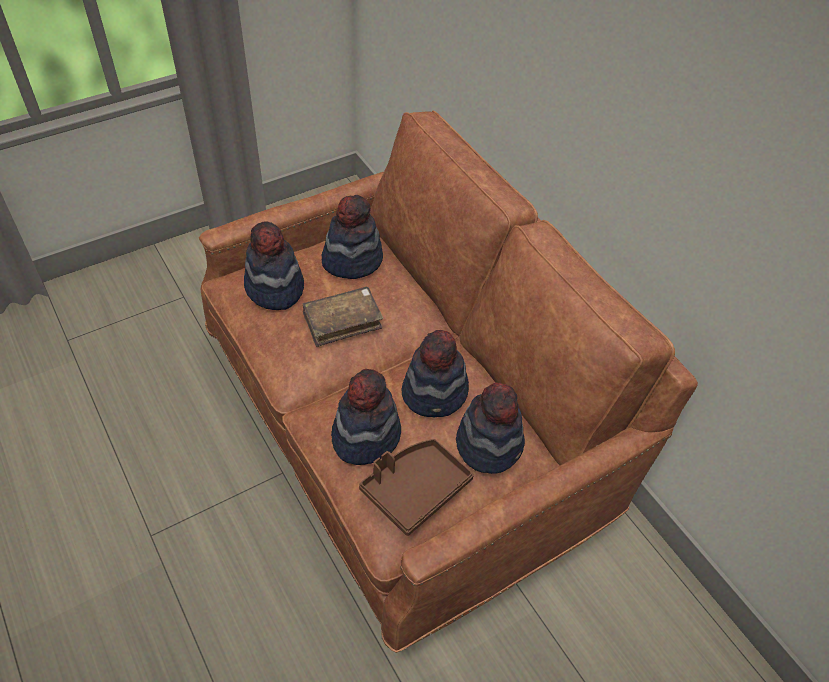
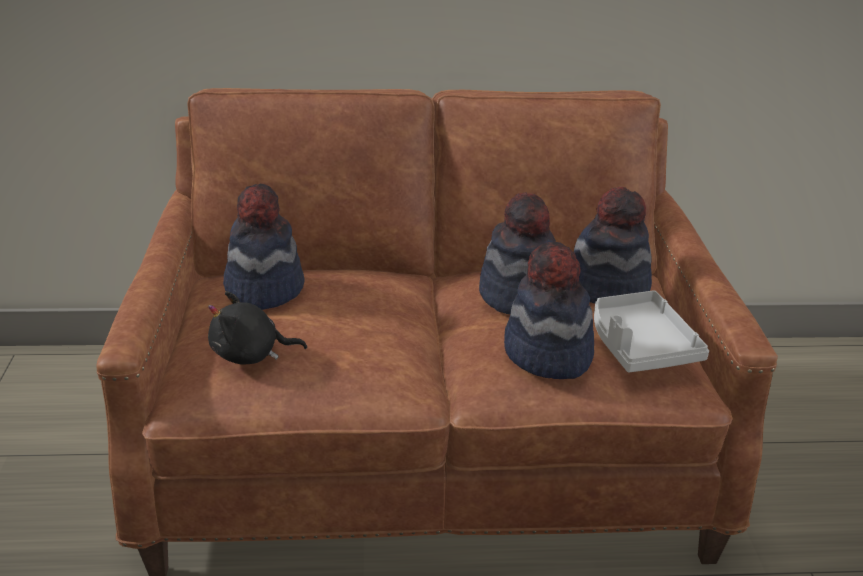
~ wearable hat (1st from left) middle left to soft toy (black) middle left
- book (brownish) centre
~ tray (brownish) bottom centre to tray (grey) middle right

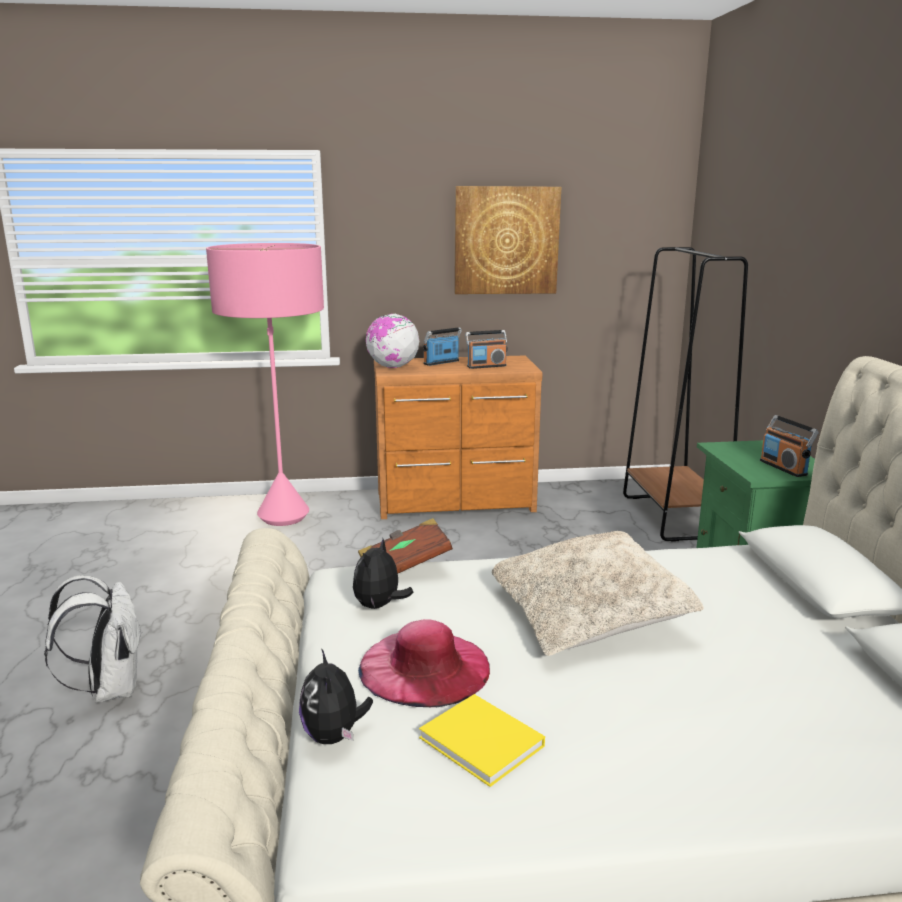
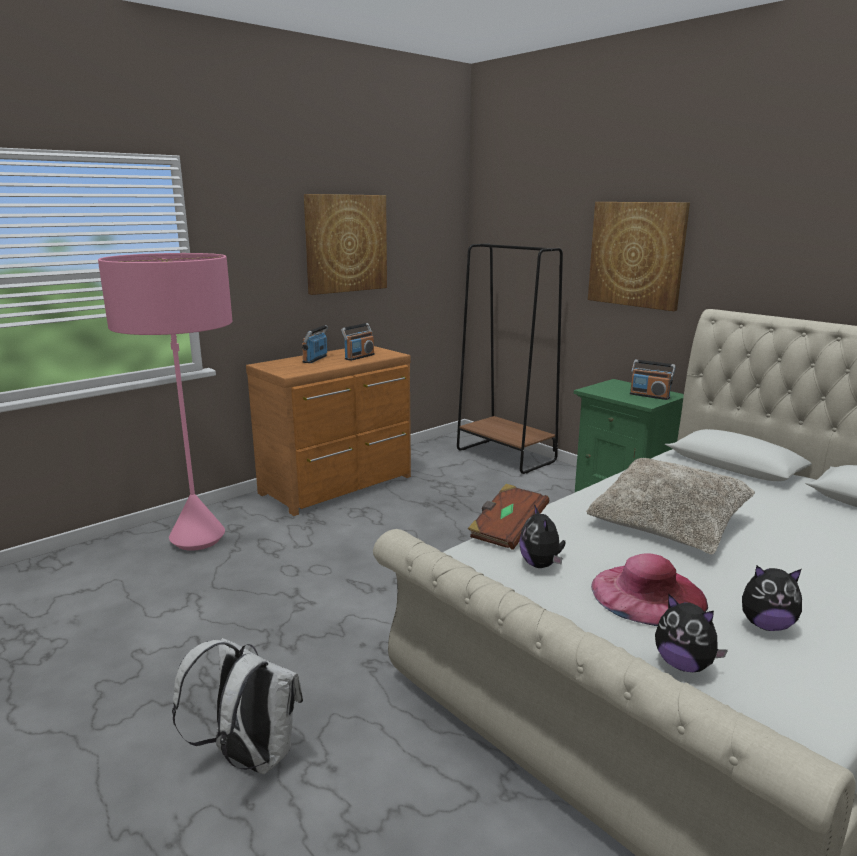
- desk globe centre
~ book (yellowish) bottom centre to soft toy (3rd from left) bottom right
+ wall picture (2nd from left) top right

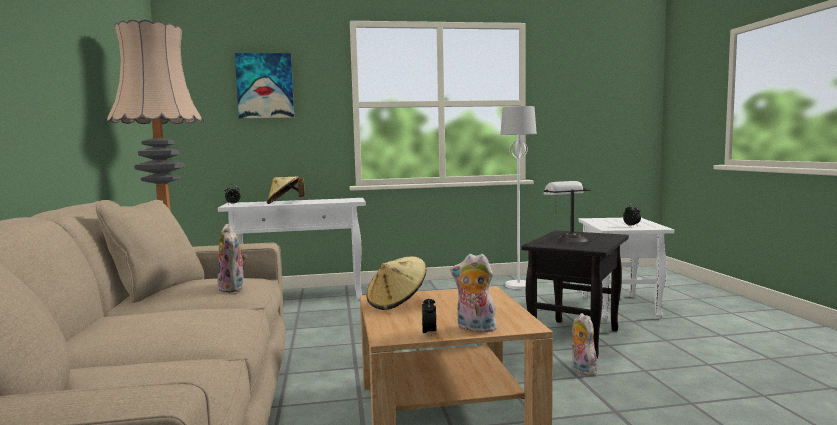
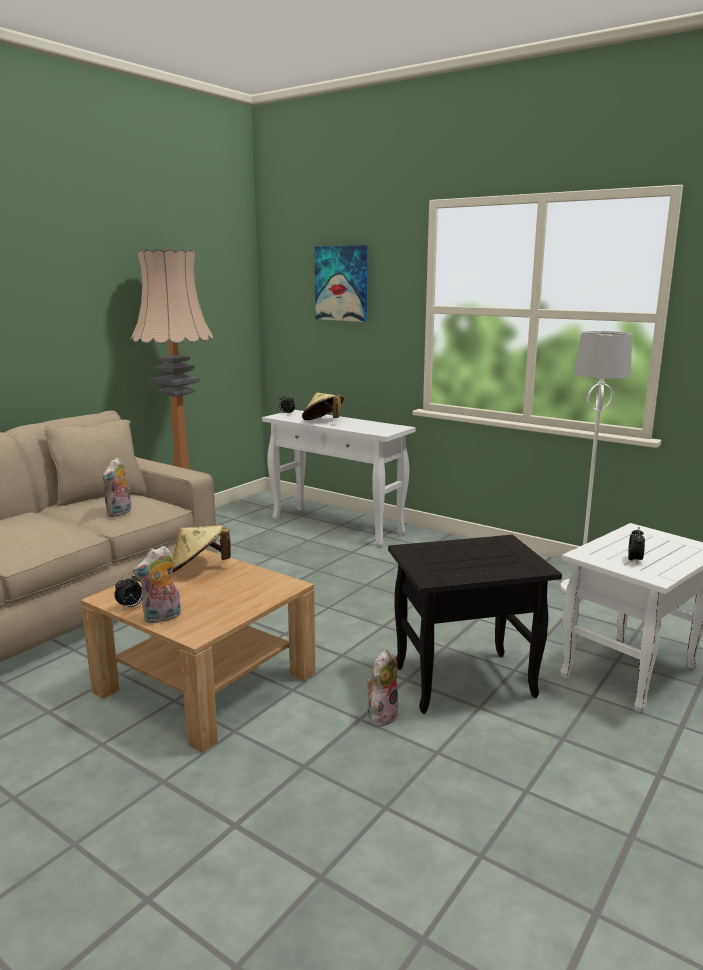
~ soft toy (2nd from left) bottom centre = middle left 105 degrees counterclockwise
- tabletop lamp middle right

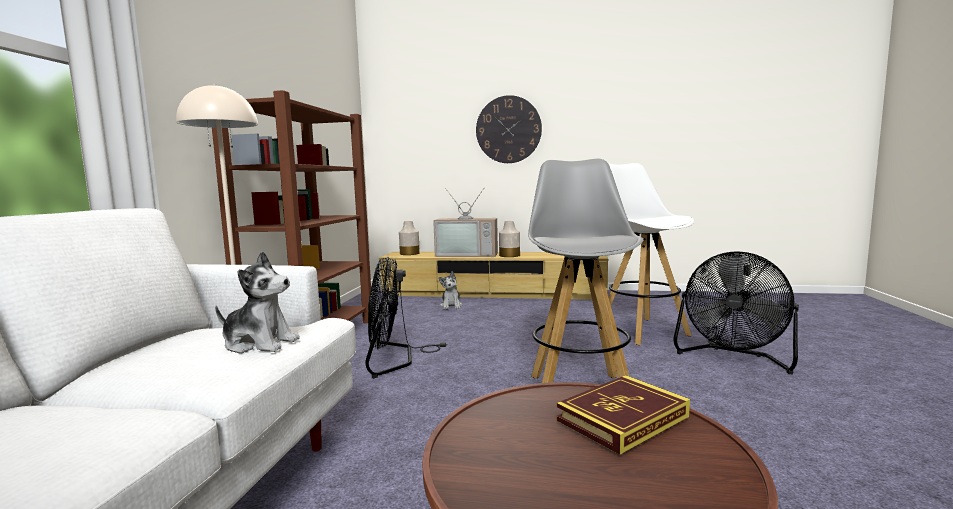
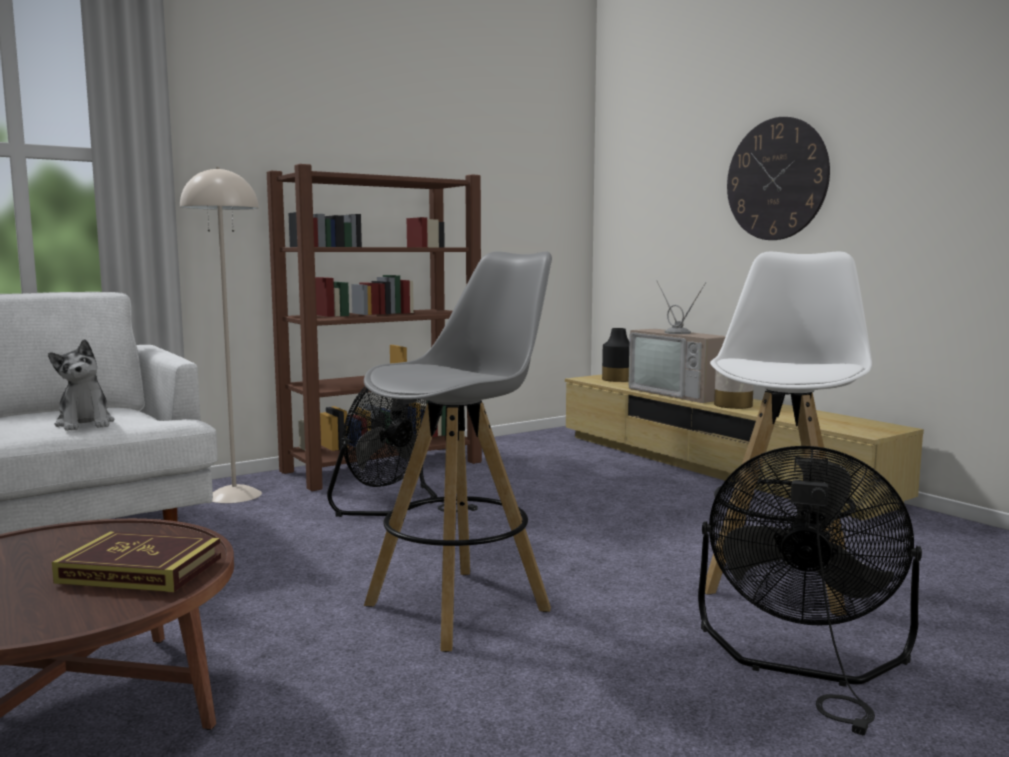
~ vase (beige-coloured) (1st from left) centre to vase (black) centre
- soft toy (2nd from left) centre
~ fan (black) (2nd from left) middle right = bottom right 120 degrees clockwise

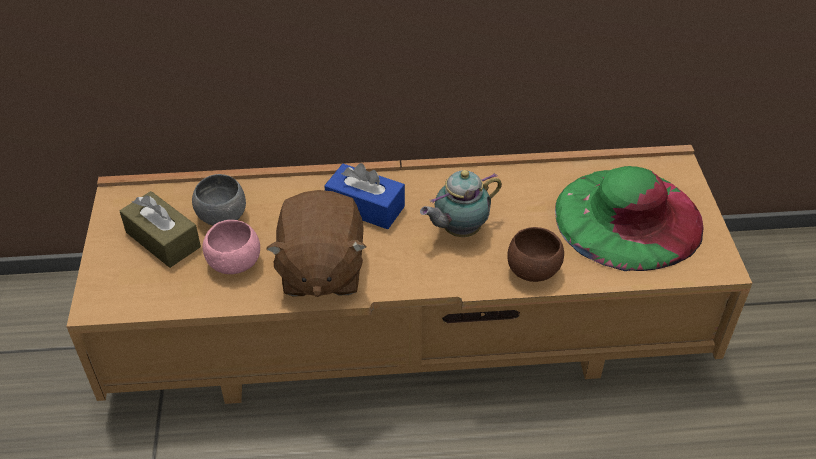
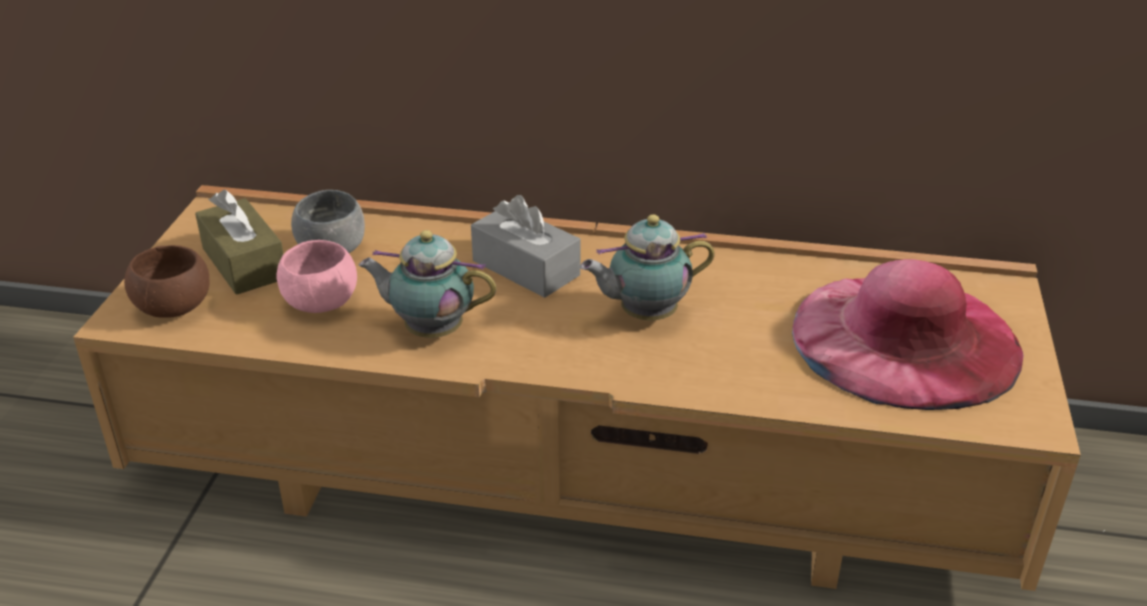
~ soft toy (brownish) centre to tea pot (1st from left) centre
~ tissue holder (bluish) centre to tissue holder (grey) centre
~ serving bowl (brownish) centre to middle left
~ wearable hat (green) middle right to wearable hat (pinkish) middle right

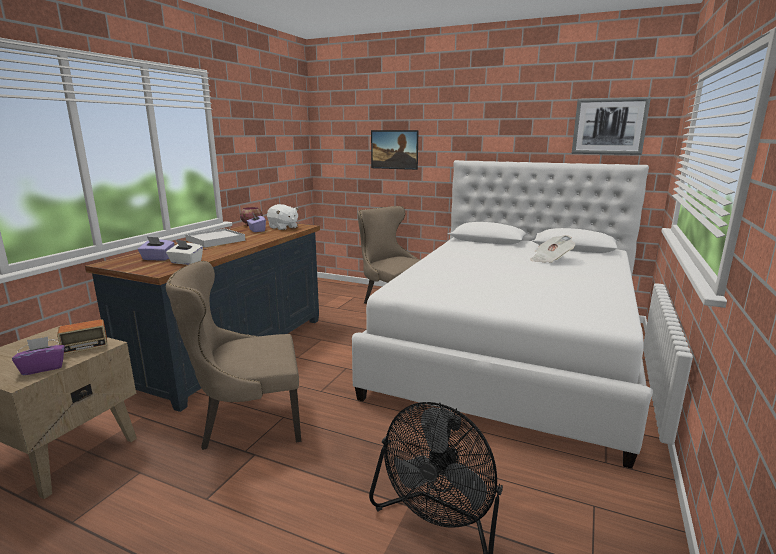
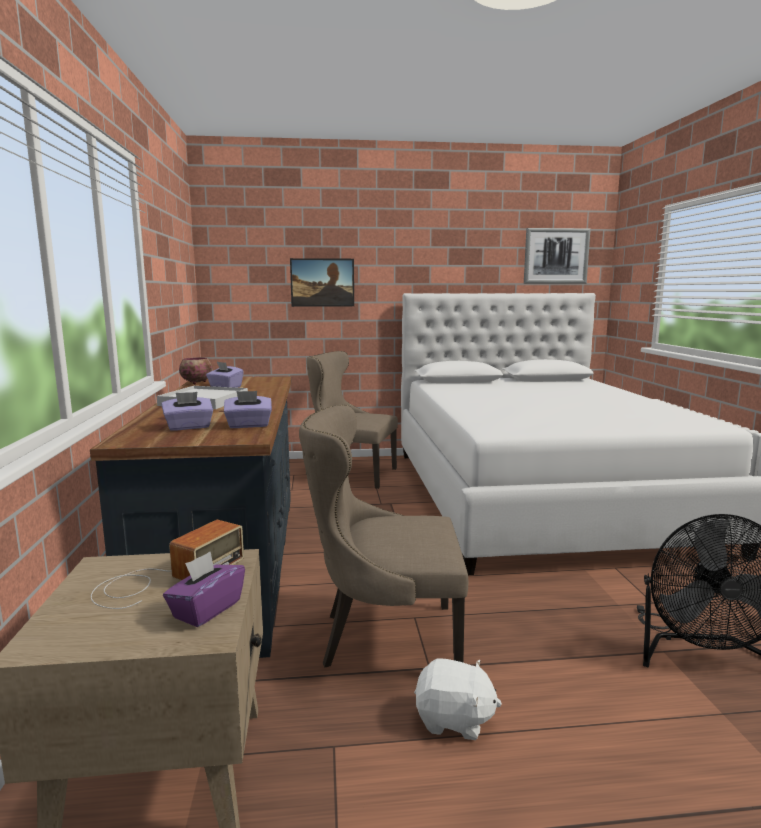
~ tissue holder (whitish) middle left to tissue holder (purple) (4th from left) middle left
~ upright chair (beige-coloured) (1st from left in the first image) middle left = centre 45 degrees clockwise
~ soft toy (whitish) centre to bottom centre
- daily paper middle right

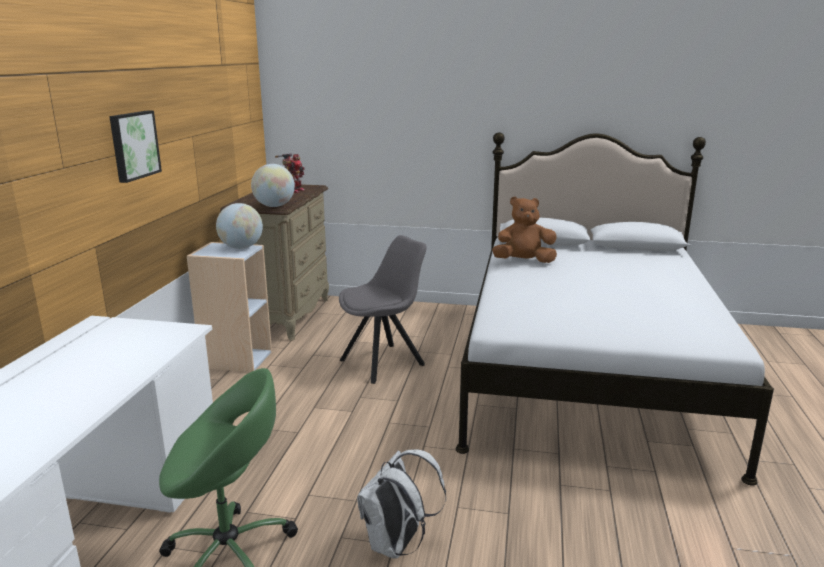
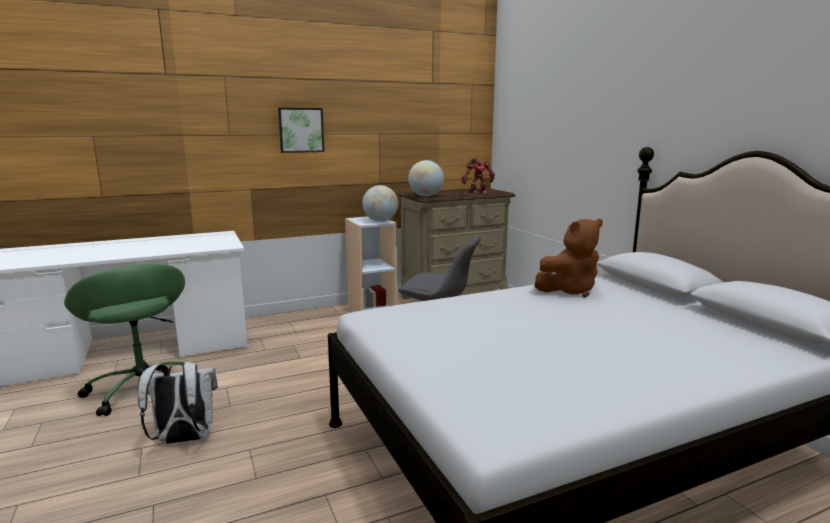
~ soft toy (brownish) centre = middle right 105 degrees clockwise

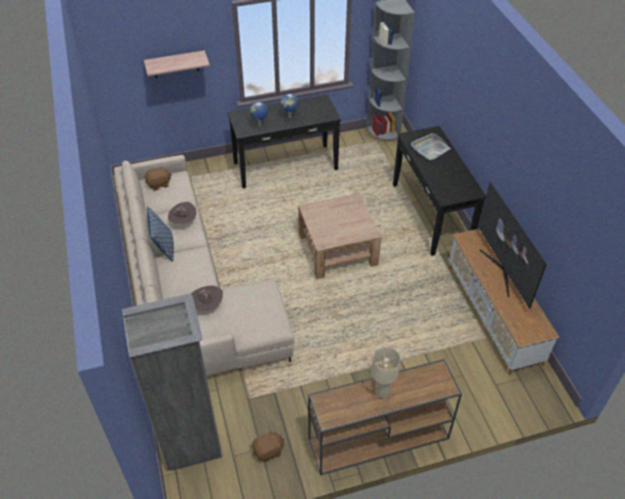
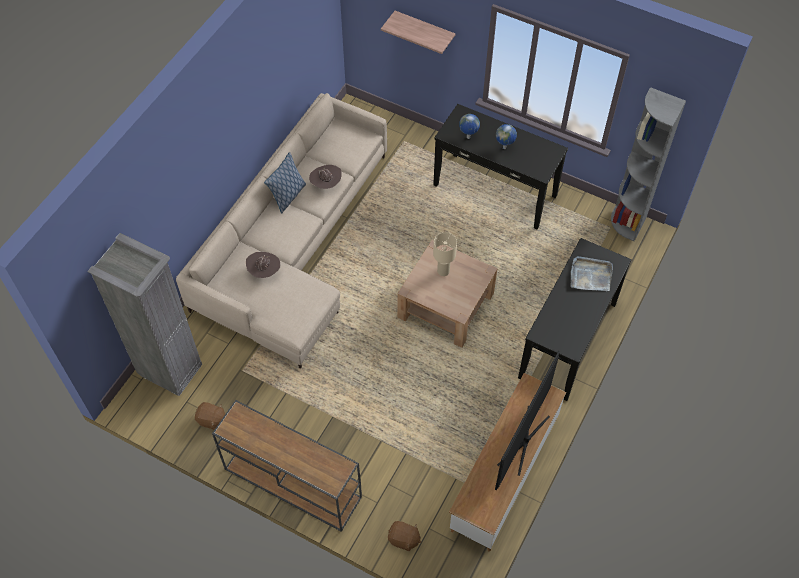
~ soft toy (brownish) (1st from left in the first image) middle left to soft toy (brownish) (2nd from left) bottom centre
~ tabletop lamp (beige-coloured) bottom centre to centre

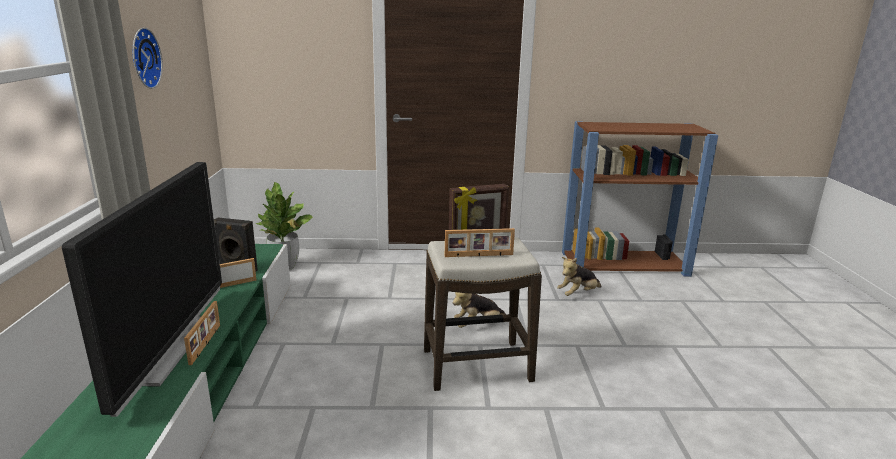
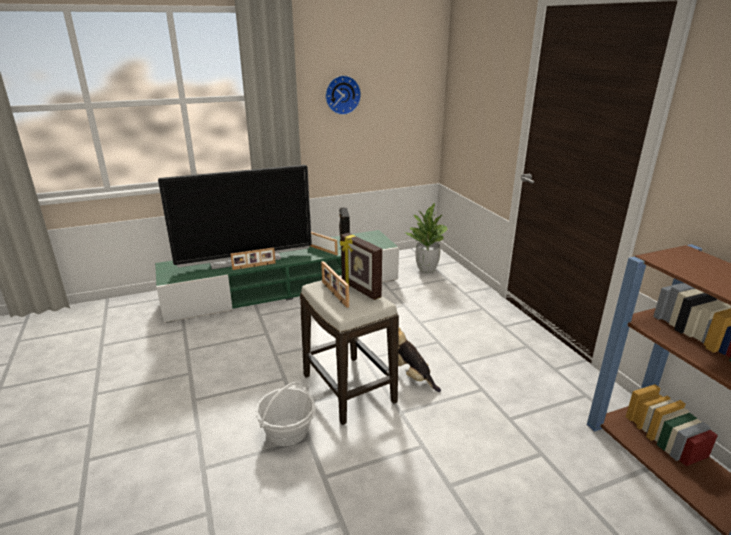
- soft toy (2nd from left) centre
+ basket bottom centre

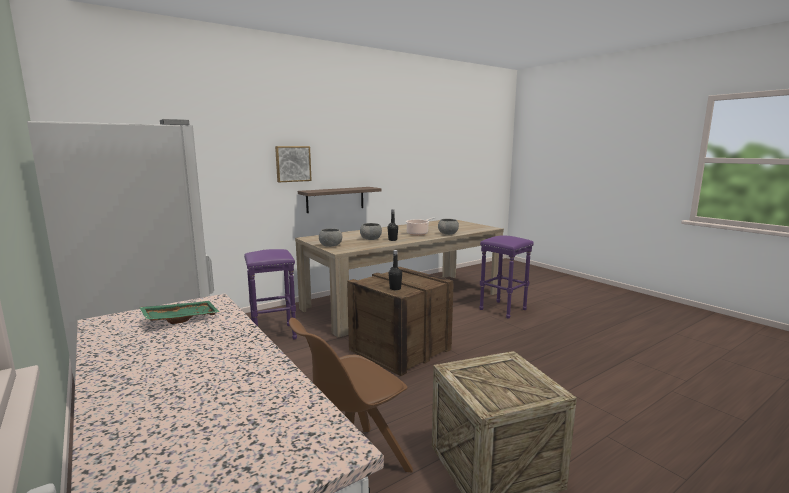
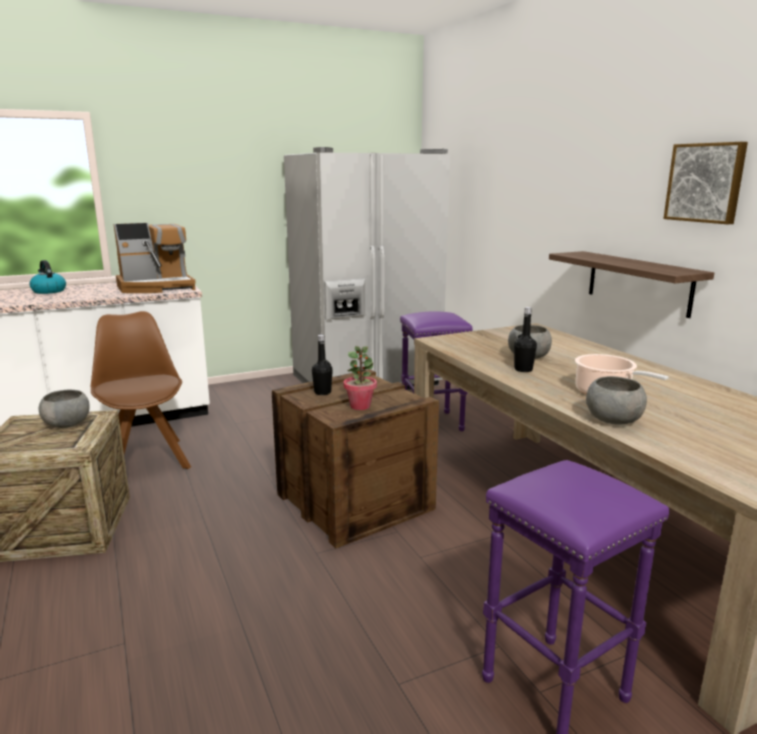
~ tray (green) middle left to coffee machine middle left
~ wall picture top centre to top right
~ serving bowl (grey) (1st from left) centre to middle left
+ tea kettle middle left
+ plant in a pot centre

